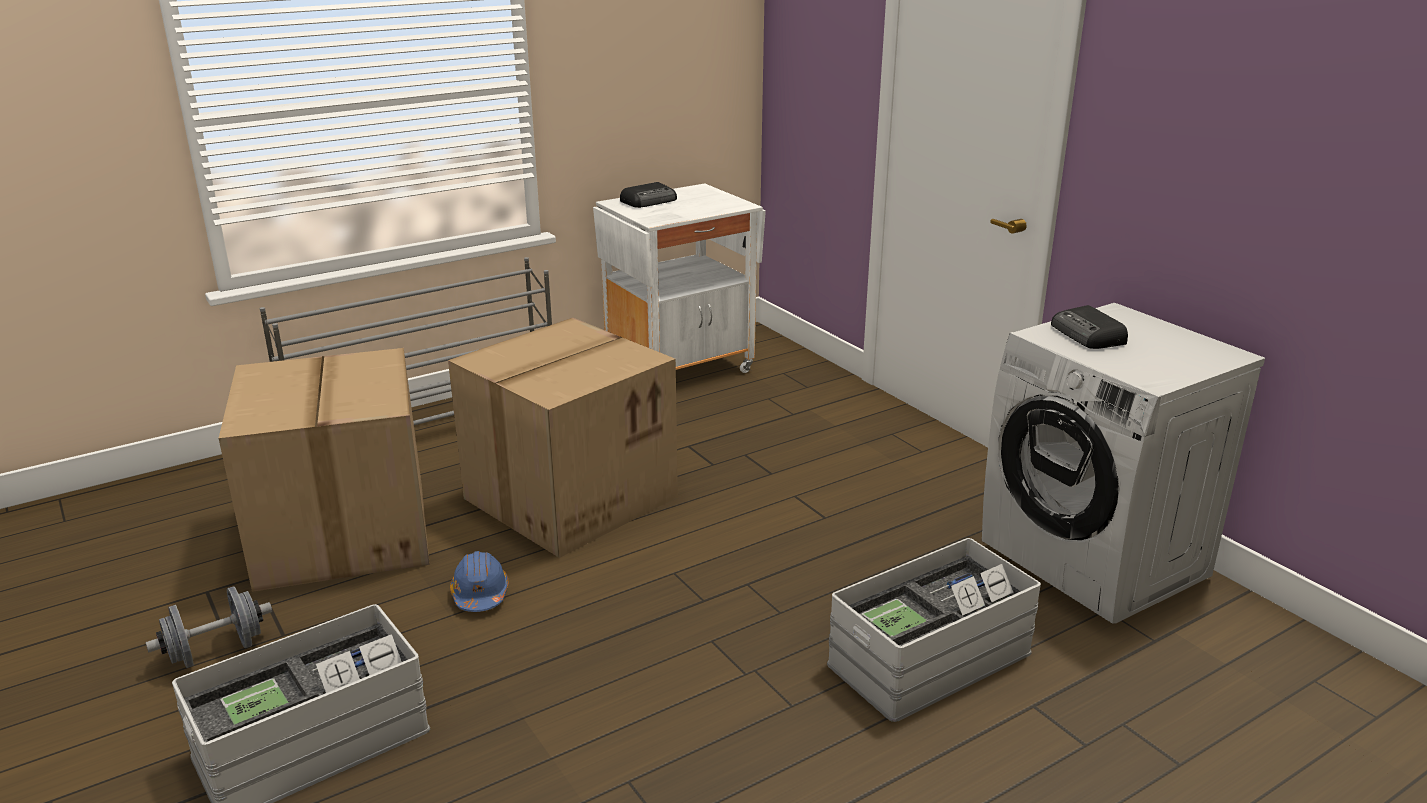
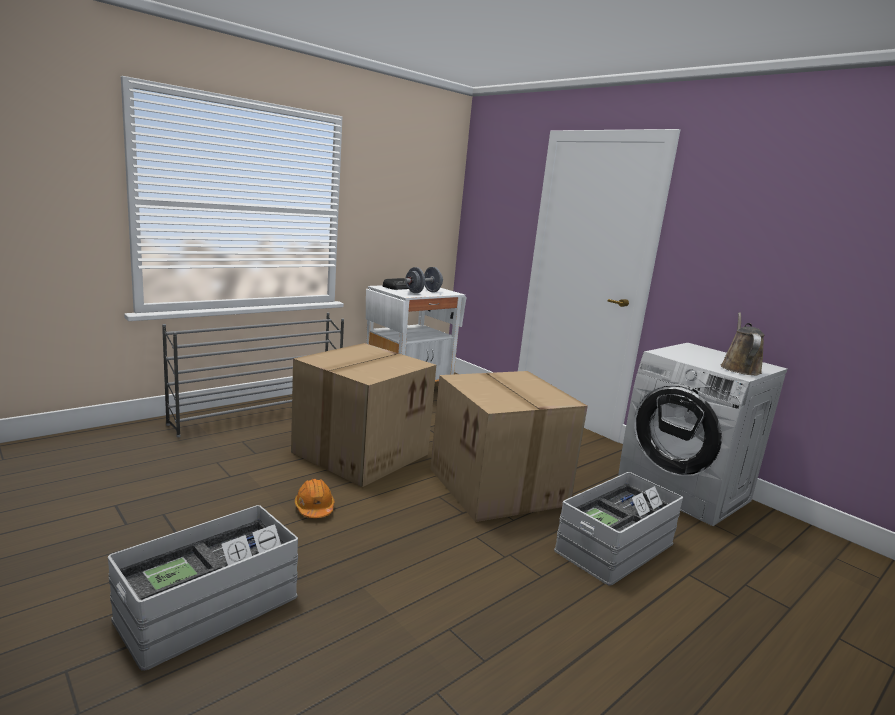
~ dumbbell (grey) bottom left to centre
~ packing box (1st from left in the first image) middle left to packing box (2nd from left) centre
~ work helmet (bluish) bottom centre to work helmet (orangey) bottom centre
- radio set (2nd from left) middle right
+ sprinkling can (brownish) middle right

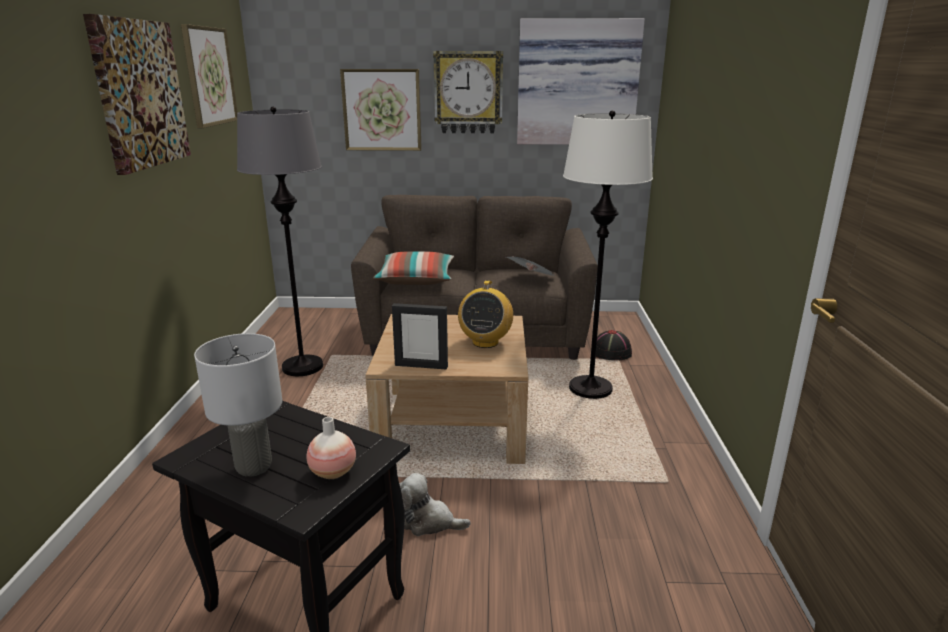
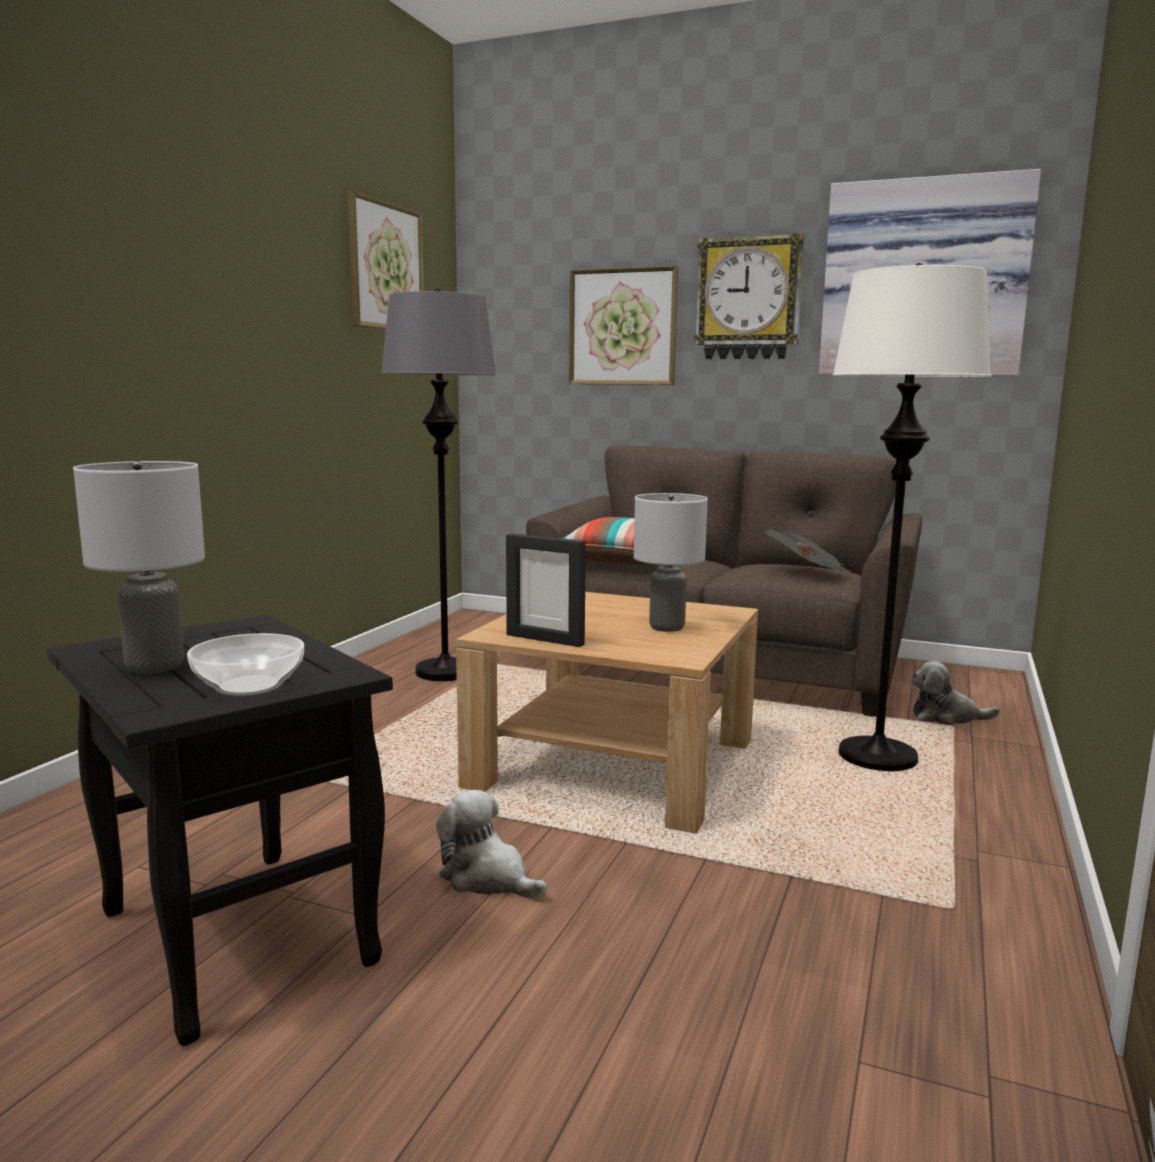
- wall picture (1st from left) top left
~ vase bottom centre to serving bowl middle left
~ radio set centre to tabletop lamp (whitish) (2nd from left) centre
~ wearable hat (black) centre to soft toy (2nd from left) middle right

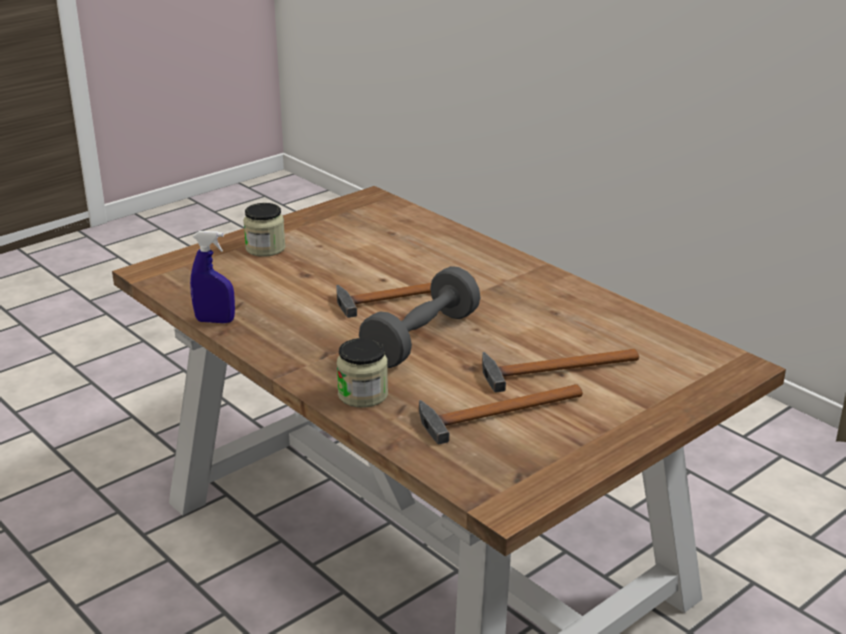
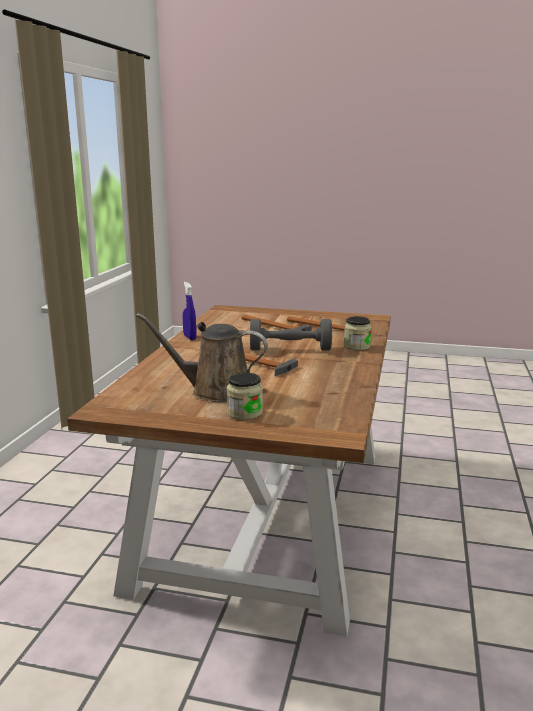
~ spray bottle (bluish) middle left to centre
+ sprinkling can (brownish) centre

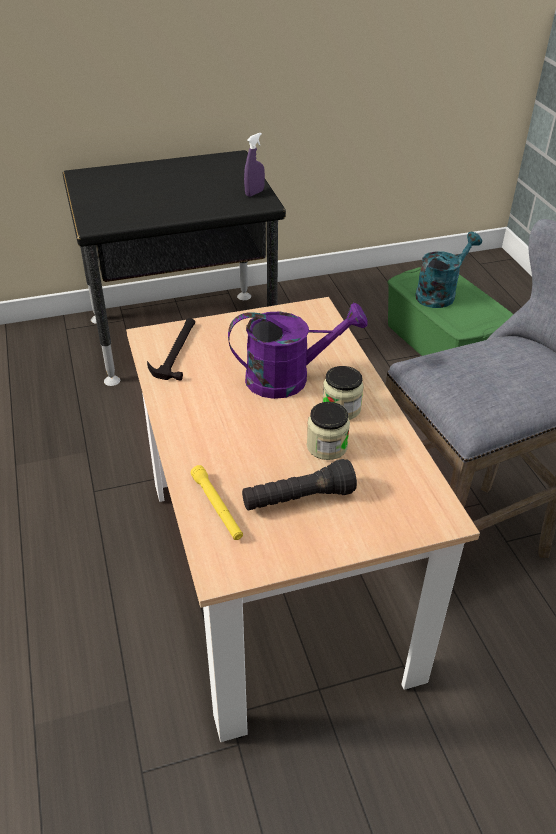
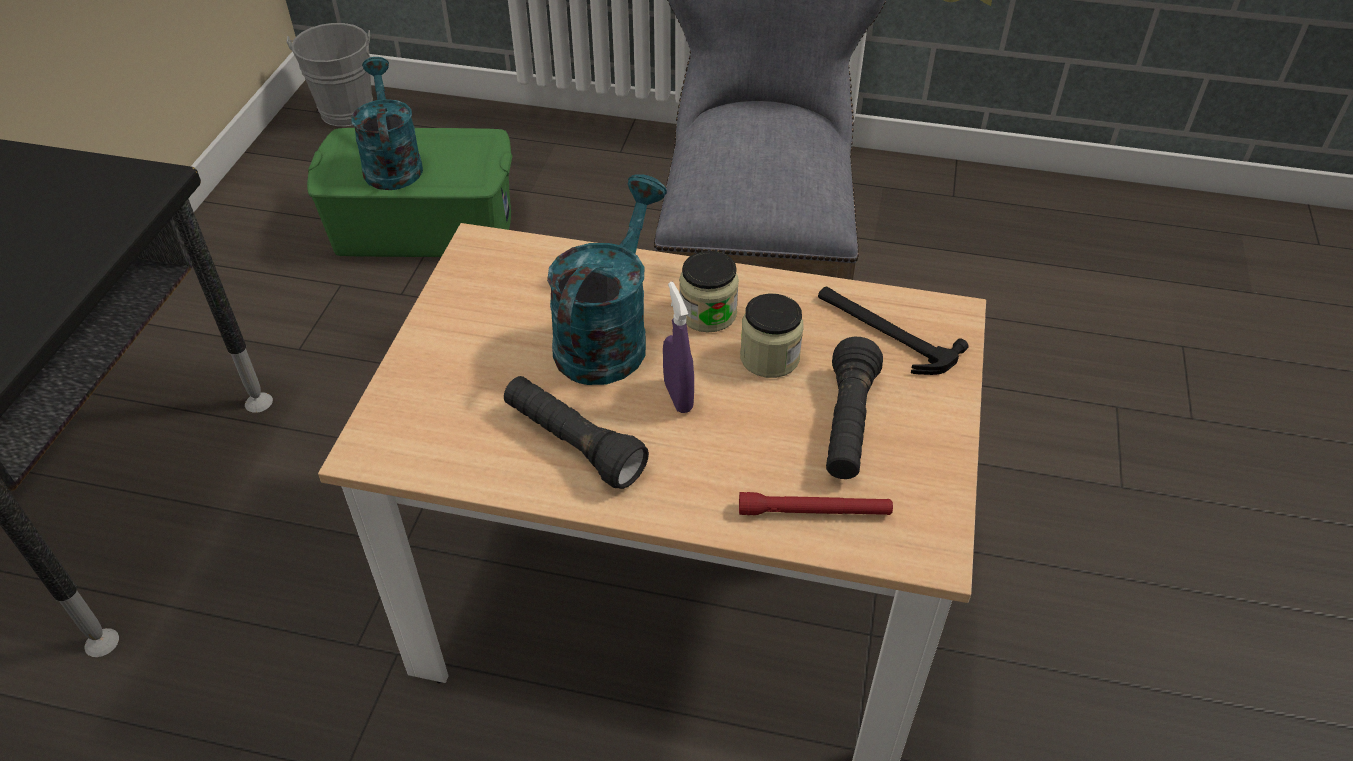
~ tool hammer middle left to centre
~ flashlight (yellowish) centre to flashlight (red-coloured) centre
~ sprinkling can (purple) centre to sprinkling can (turquoise) (2nd from left) centre
~ spray bottle (purple) top centre to centre
+ water bucket (grey) top left
+ flashlight (black) (1st from left) centre

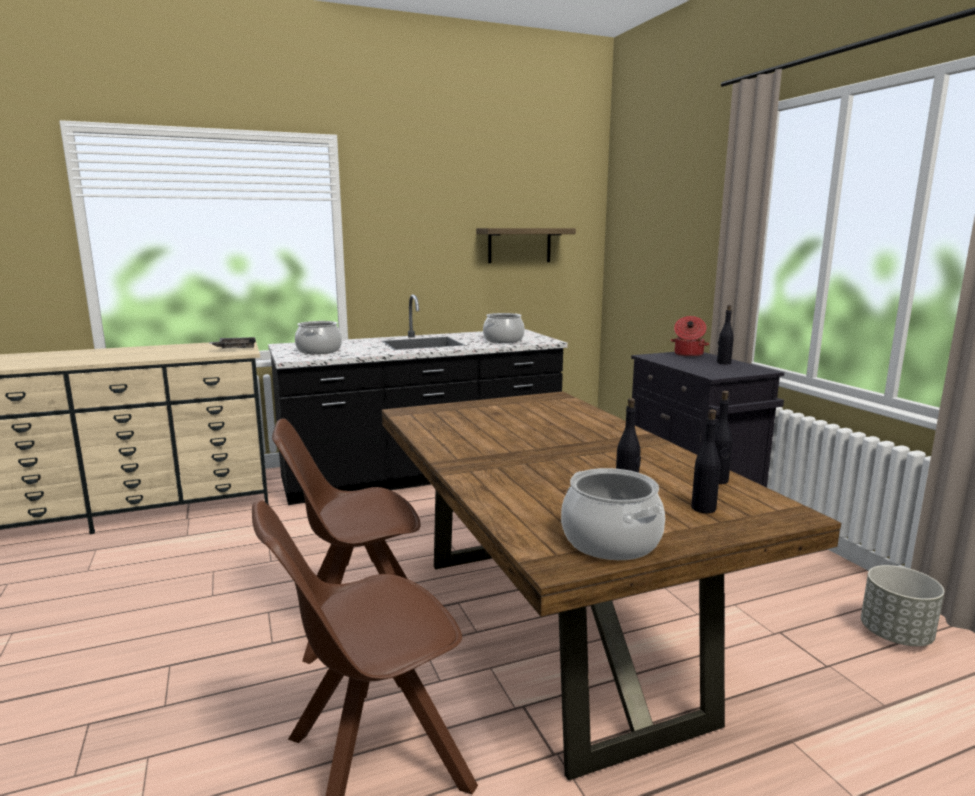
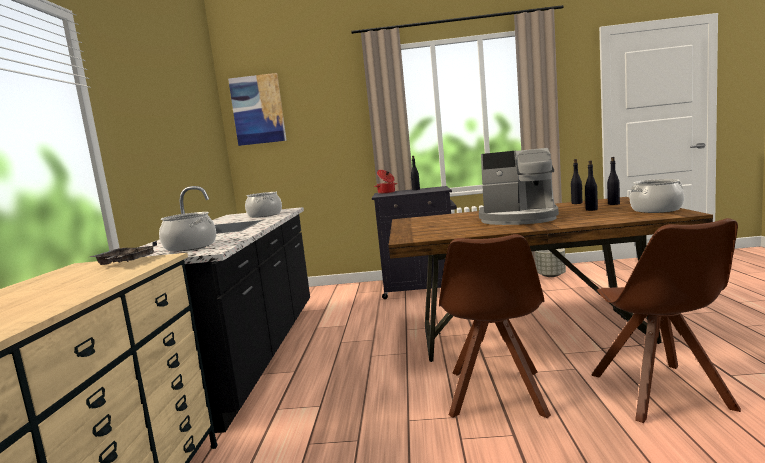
- bracket shelf top centre
+ wall picture top centre
+ coffee machine middle right

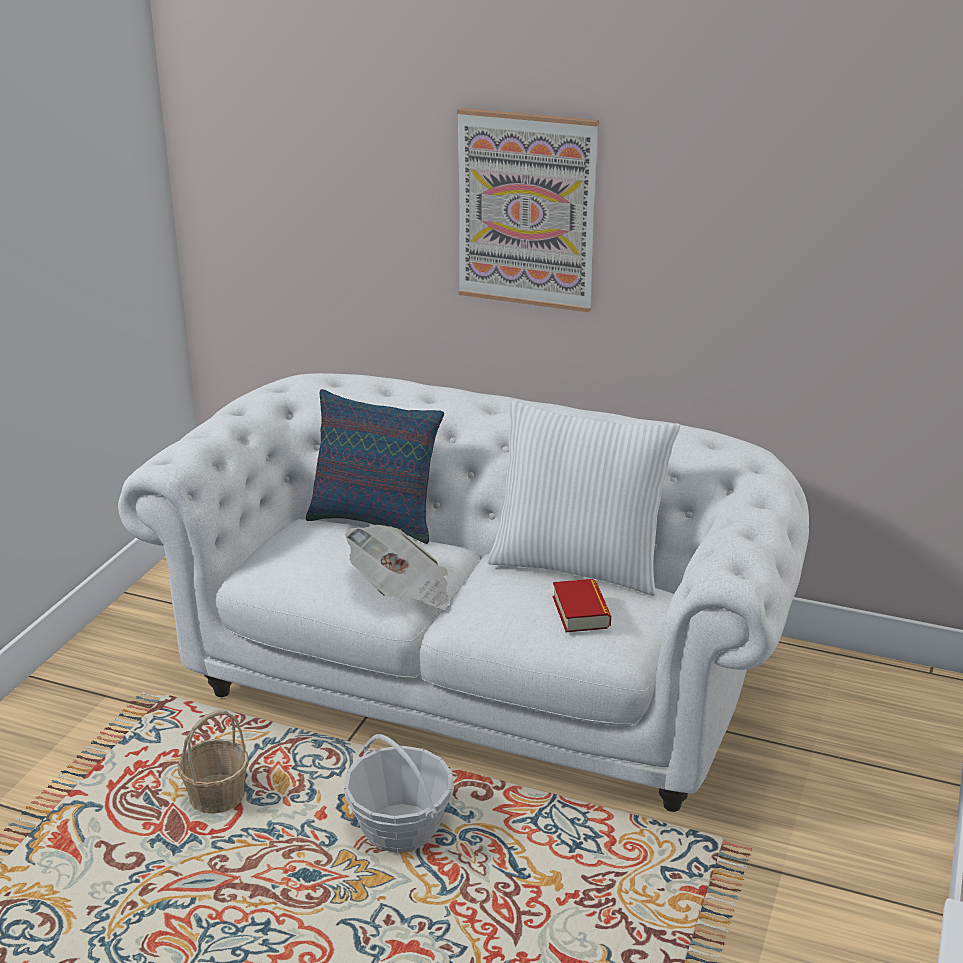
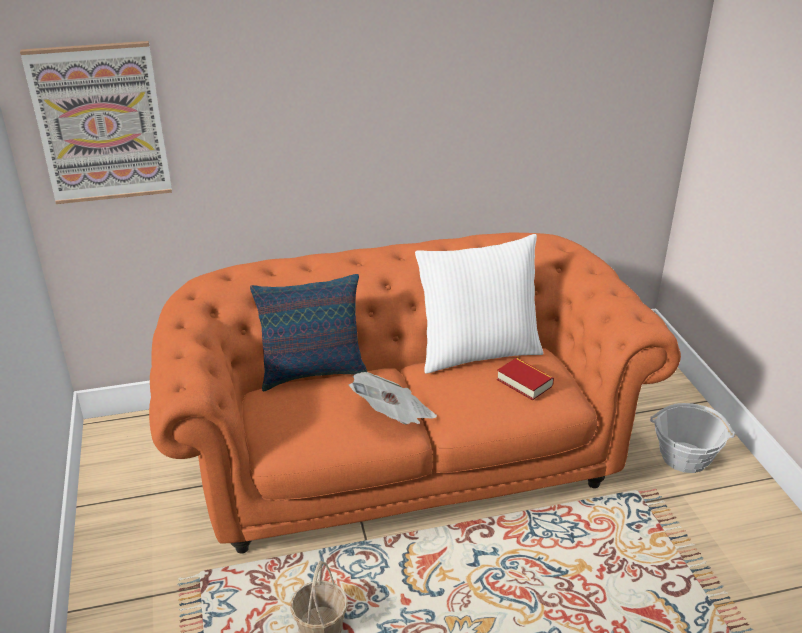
~ couch (whitish) centre to couch (orangey) centre
~ basket (2nd from left) bottom centre to bottom right
~ wall picture top centre to top left

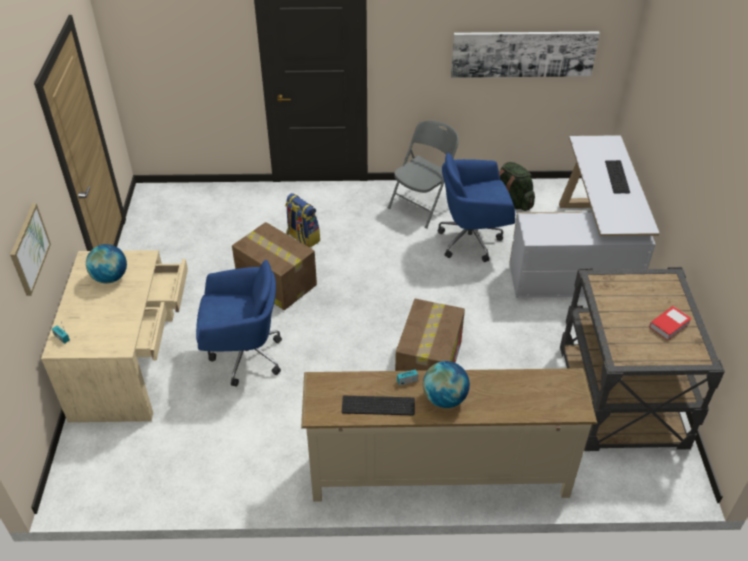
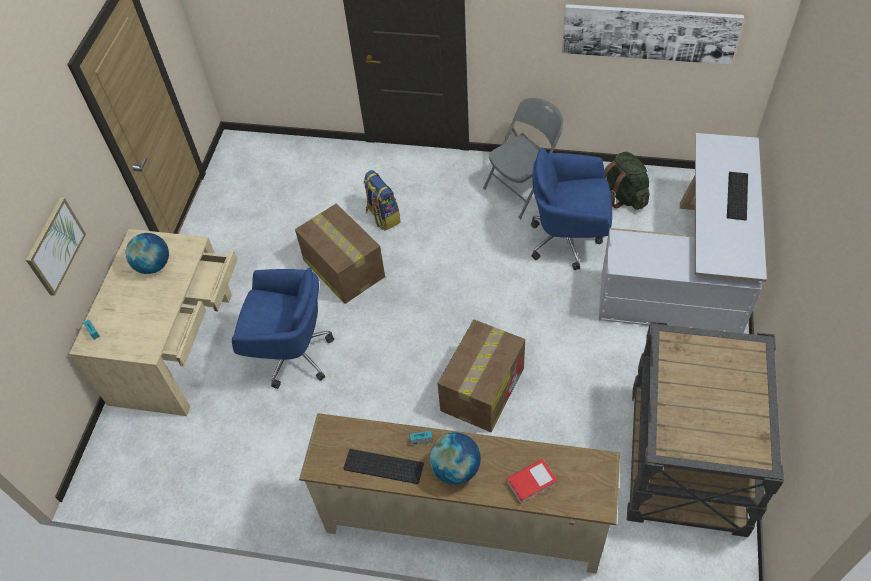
~ book middle right to bottom centre

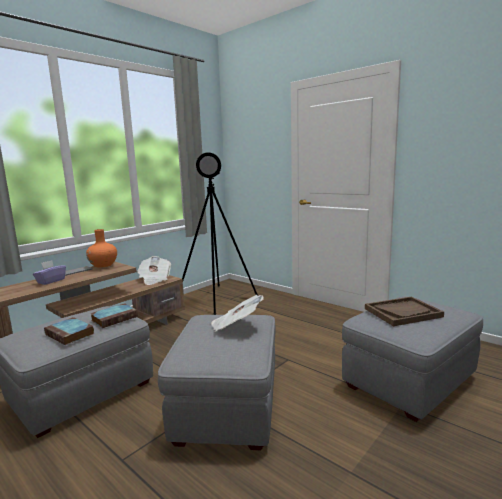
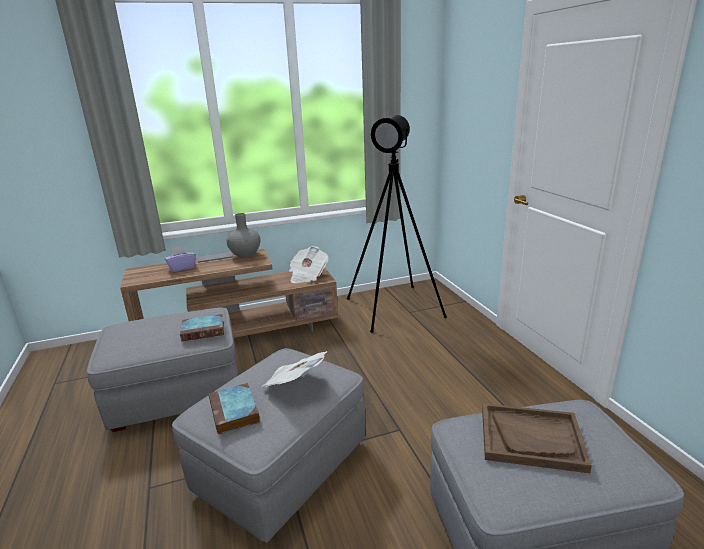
~ book (1st from left in the first image) middle left to book (2nd from left) bottom left
~ vase (orangey) middle left to vase (grey) centre

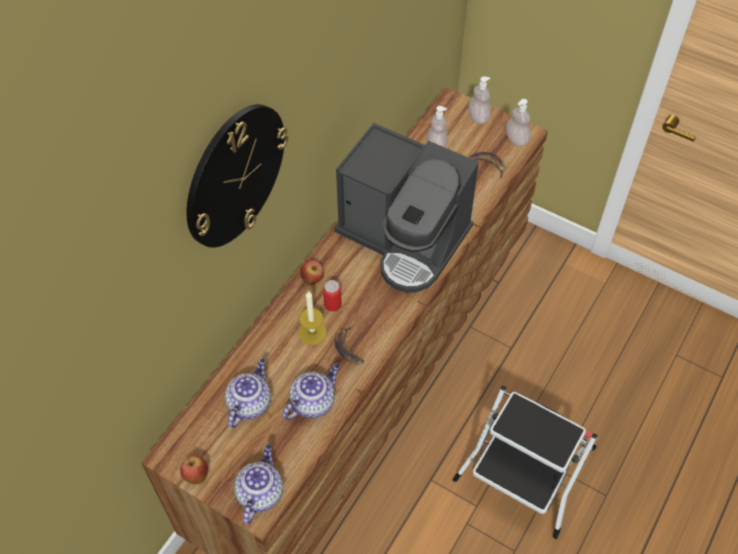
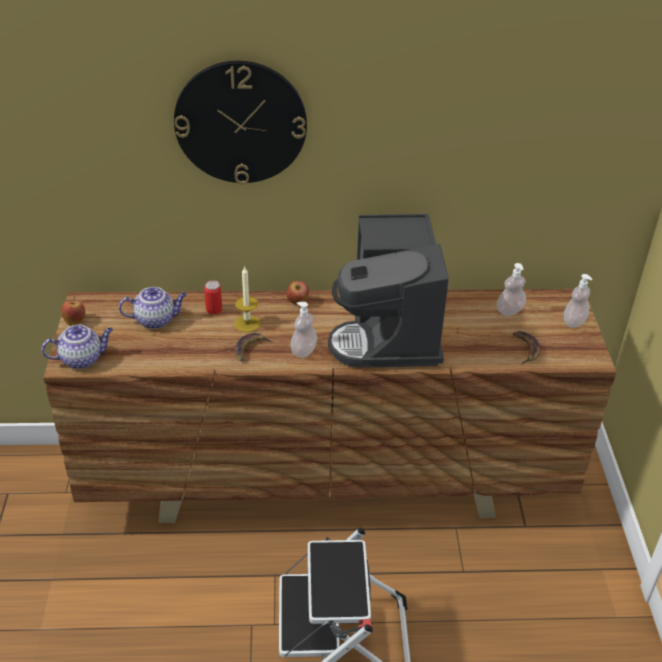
- tea pot (3rd from left) bottom centre
~ can centre to middle left
~ soap bottle (3rd from left in the first image) top right to soap bottle (1st from left) centre

